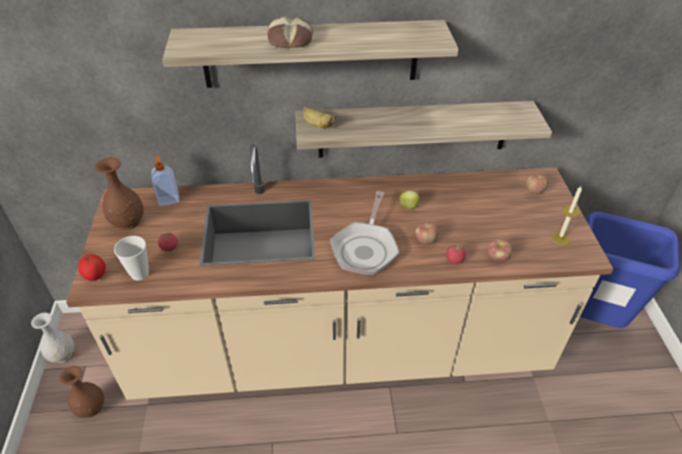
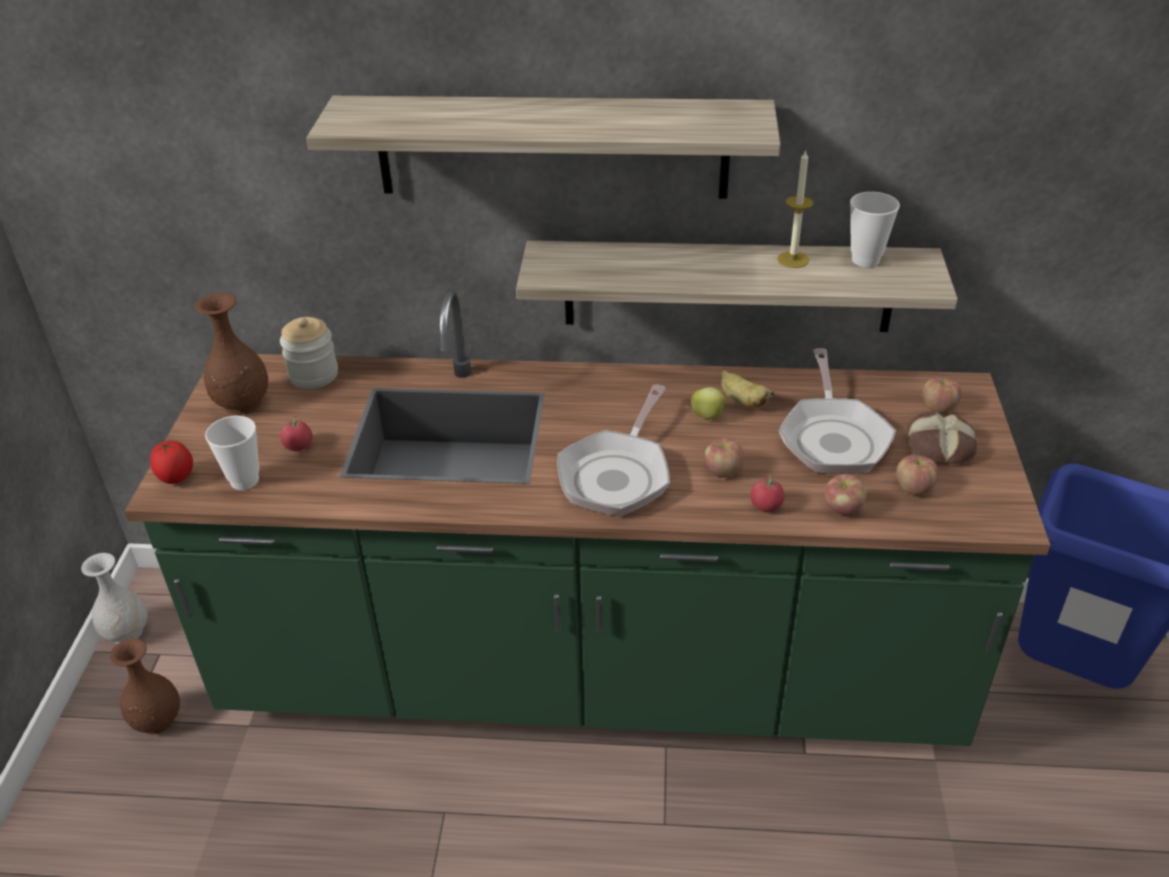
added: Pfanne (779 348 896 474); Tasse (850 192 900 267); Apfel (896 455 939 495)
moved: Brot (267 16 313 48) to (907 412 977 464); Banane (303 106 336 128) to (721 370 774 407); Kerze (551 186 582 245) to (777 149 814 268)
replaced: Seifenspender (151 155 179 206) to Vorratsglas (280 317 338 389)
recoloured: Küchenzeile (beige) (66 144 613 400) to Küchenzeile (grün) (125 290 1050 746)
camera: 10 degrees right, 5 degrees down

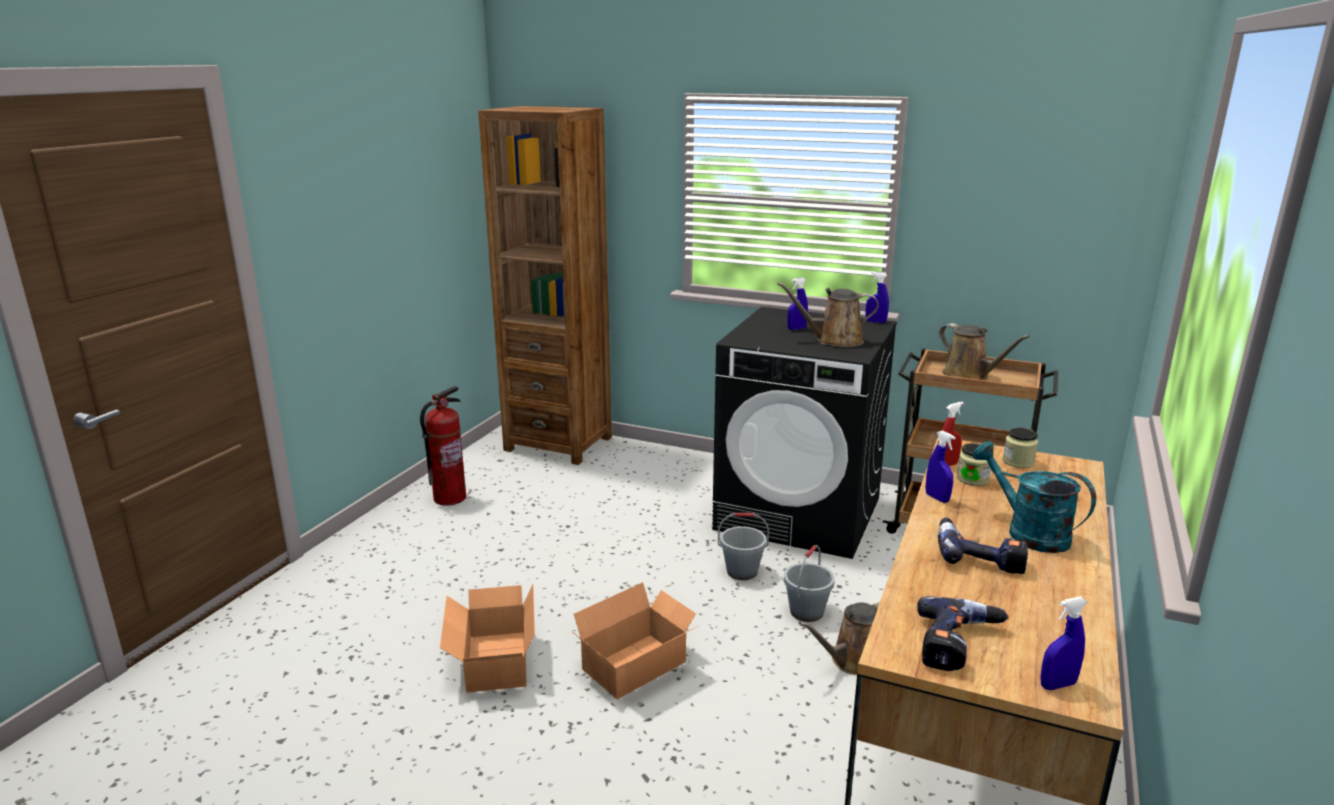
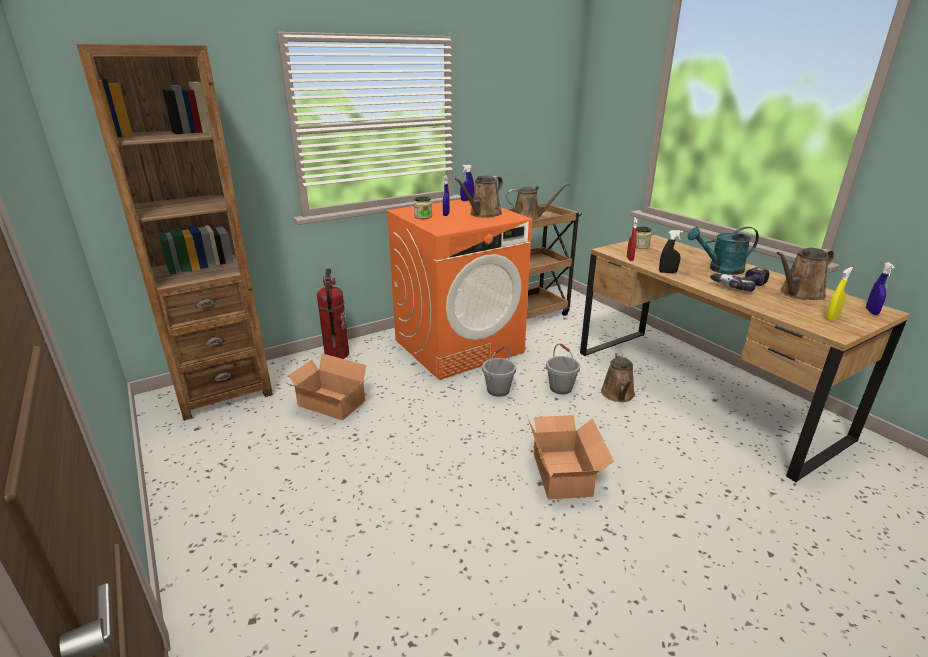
added: Gießkanne (braun) (777 248 834 300)
moved: Feuerlöscher (420 386 466 506) to (317 269 349 359); Karton (440 585 535 693) to (284 353 370 421); Vorratsglas (957 443 991 486) to (414 196 432 219)
replaced: Bohrmaschine (917 596 1009 671) to Sprühflasche (gelb) (825 267 853 321)
recoloured: Waschmaschine (schwarz) (712 307 897 559) to Waschmaschine (orange) (386 199 532 380); Sprühflasche (blau) (926 430 956 503) to Sprühflasche (schwarz) (659 230 683 273)
camera: 55 degrees left, 5 degrees up

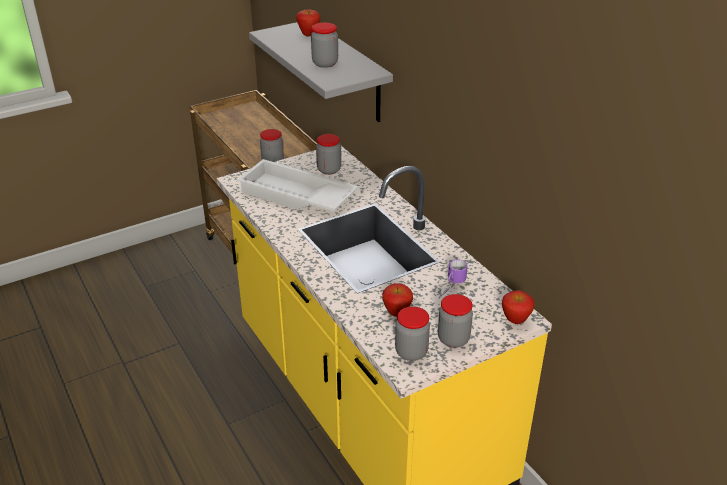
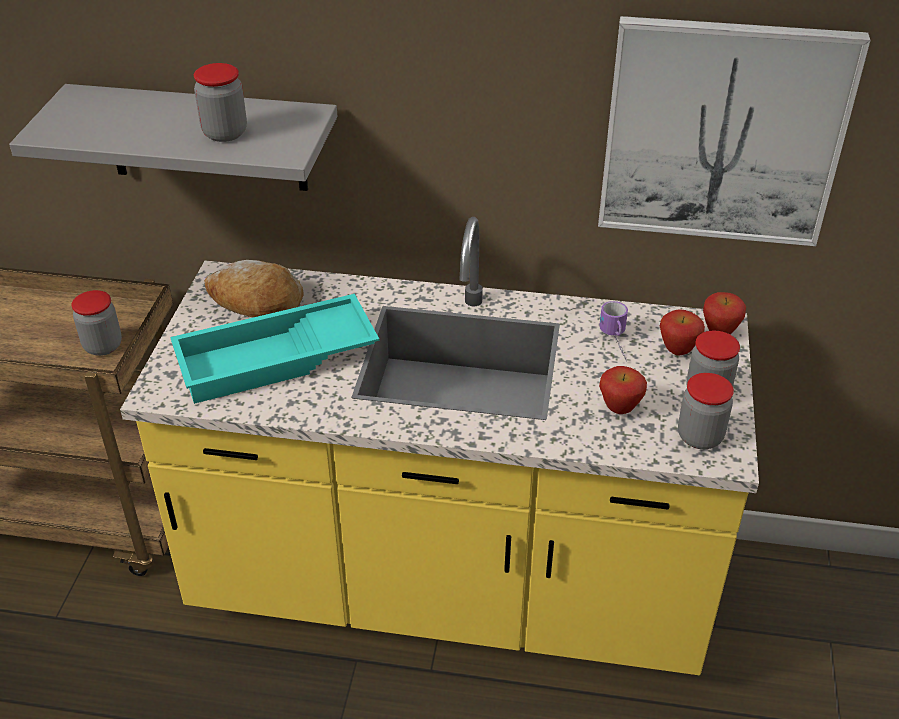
added: Bild (598 16 871 246)
moved: Apfel (296 9 320 37) to (660 309 705 356)
replaced: Vorratsglas (316 134 341 175) to Brot (204 260 304 317)
recoloured: Tablett (weiß) (237 159 359 211) to Tablett (türkis) (170 294 379 404)
camera: 50 degrees left, 5 degrees up

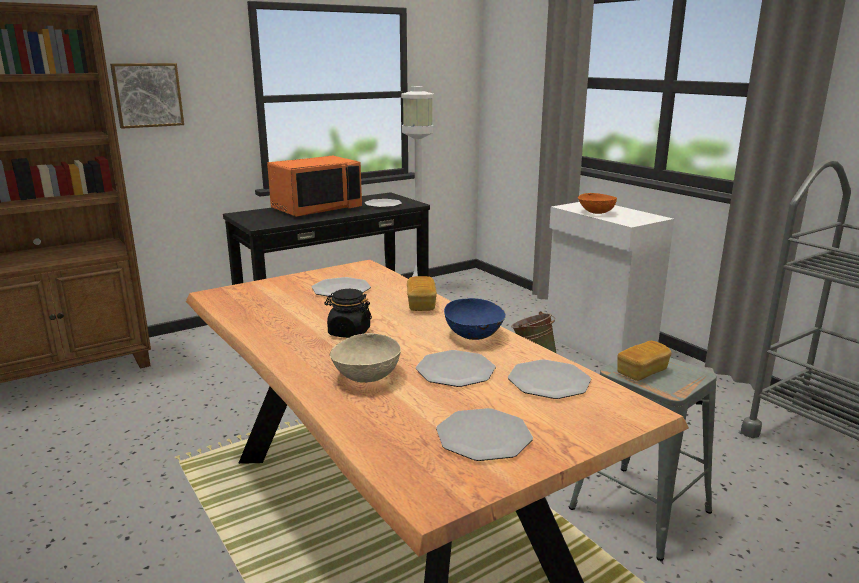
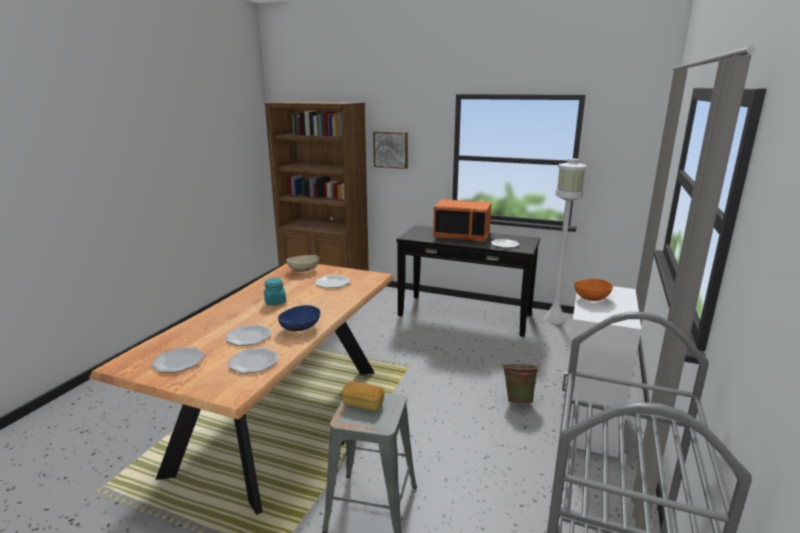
removed: Brot (407 276 437 311)
moved: Schüssel (beige) (330 333 401 383) to (286 255 319 272)
recoloured: Vorratsglas (schwarz) (324 289 372 338) to Vorratsglas (türkis) (264 278 286 305)
camera: 55 degrees right, 0 degrees up

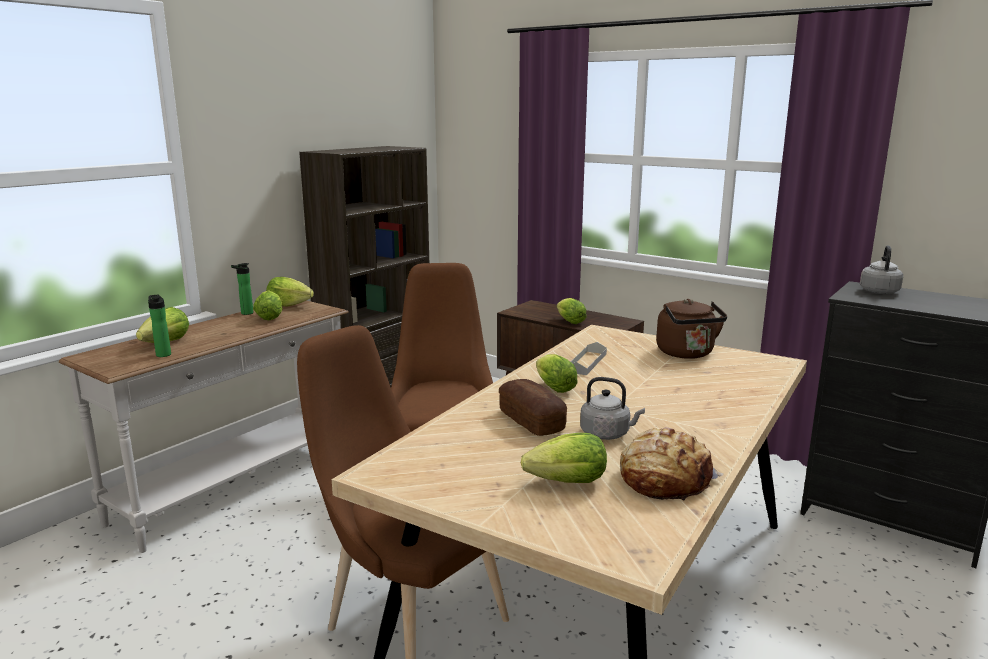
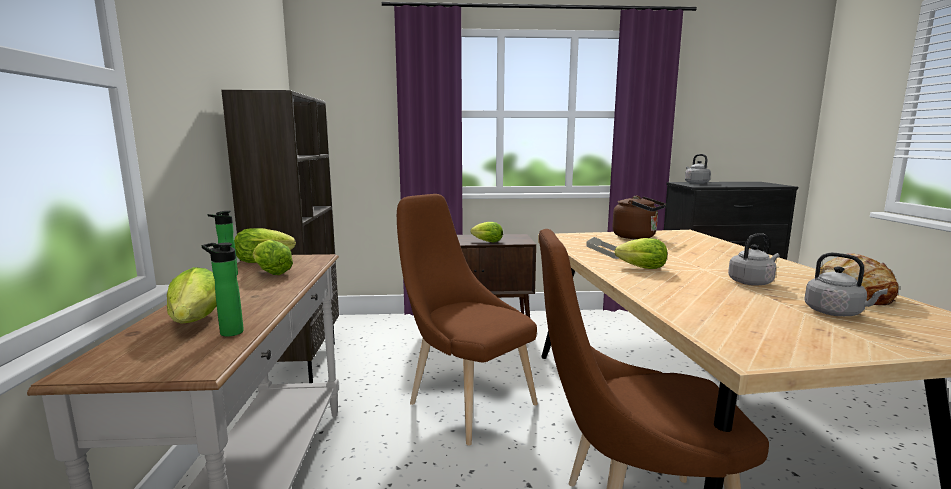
removed: Brot (499 379 567 436)
replaced: Salatkopf (521 433 607 483) to Wasserkessel (grau) (805 253 888 316)
camera: 40 degrees left, 5 degrees down

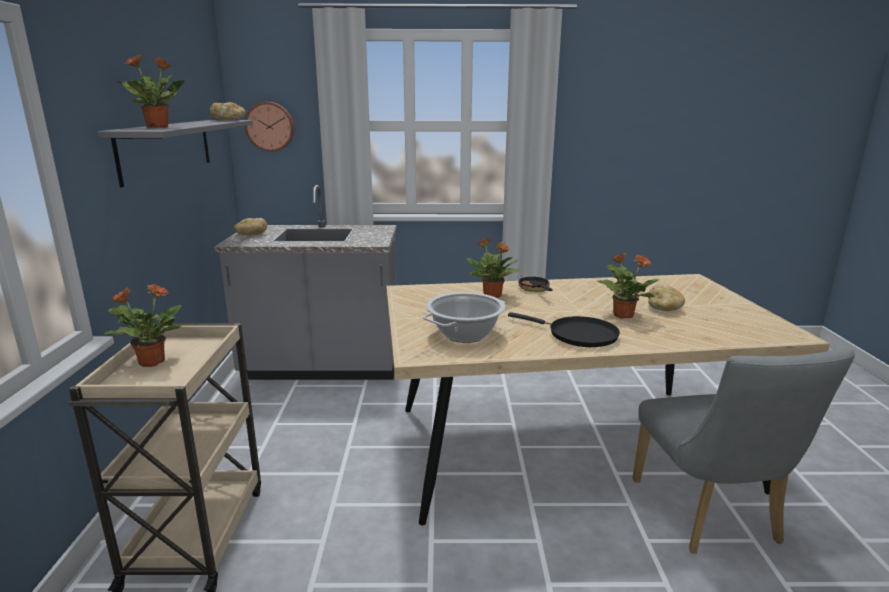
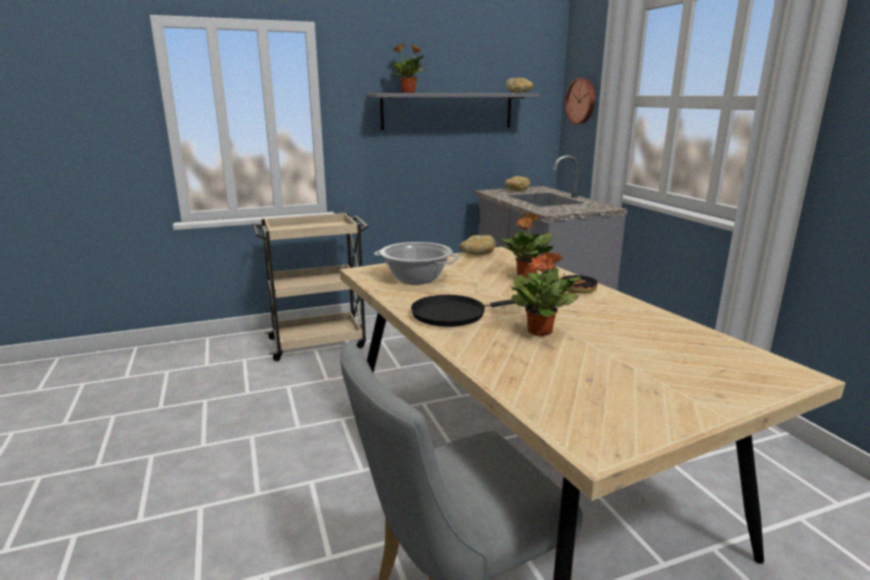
removed: Topfpflanze (104 283 183 367)
moved: Brot (648 285 685 311) to (460 235 496 255)
turned: Pfanne (schwarz) (508 312 620 347) = (411 295 516 327) 60 degrees clockwise
camera: 70 degrees right, 0 degrees up

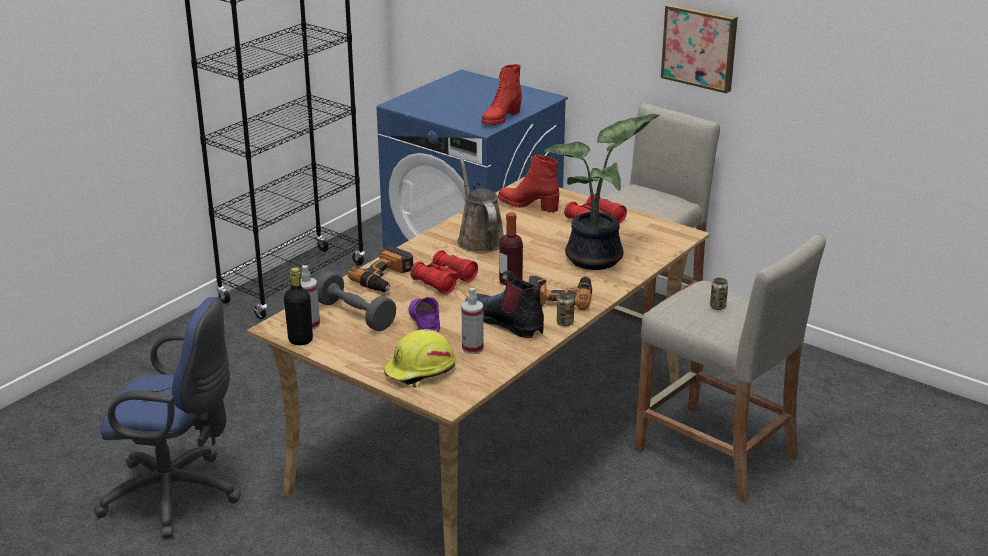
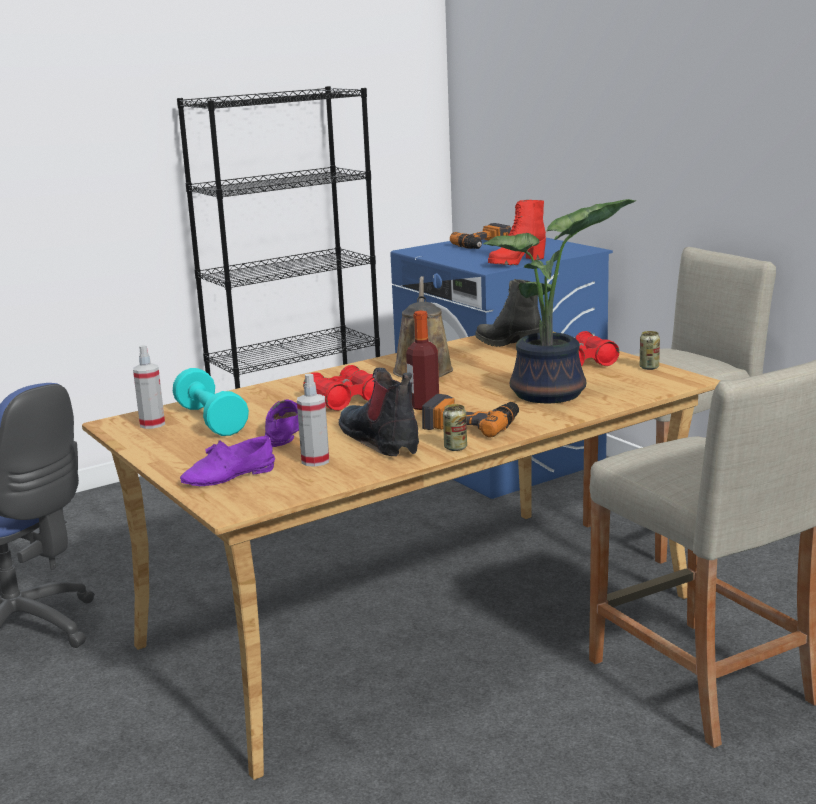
removed: Flasche (schwarz) (284 267 313 345); Bild (661 3 738 93)
moved: Bohrmaschine (348 246 413 292) to (450 223 511 249); Dose (710 278 728 310) to (640 331 660 370)
replaced: Schutzhelm (gelb) (384 329 455 388) to Schuh (lila) (180 436 275 486)
recoloured: Hantel (grau) (317 271 396 331) to Hantel (türkis) (173 368 249 436); Stiefel (rot) (498 155 559 213) to Stiefel (schwarz) (475 279 541 347)
camera: 20 degrees right, 10 degrees down

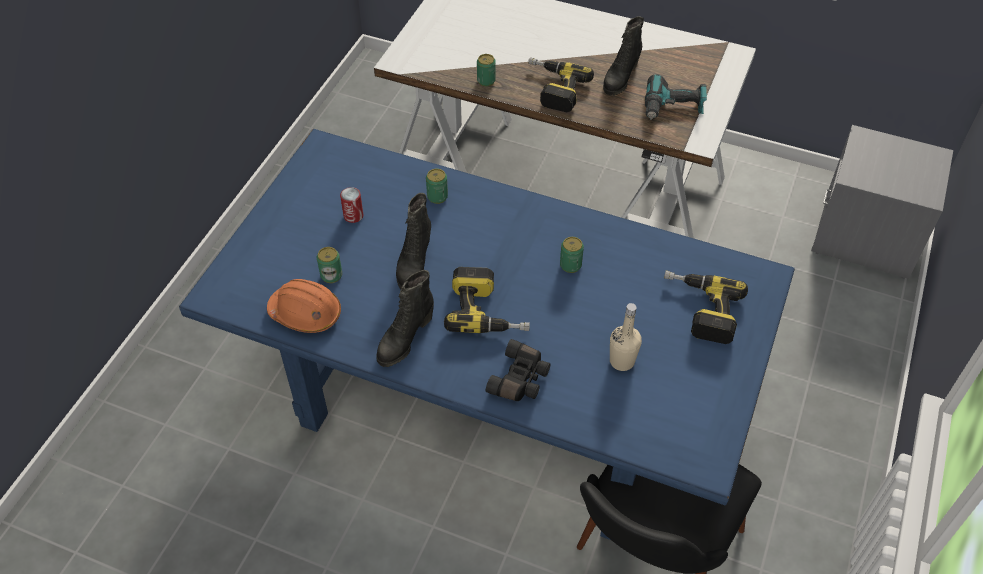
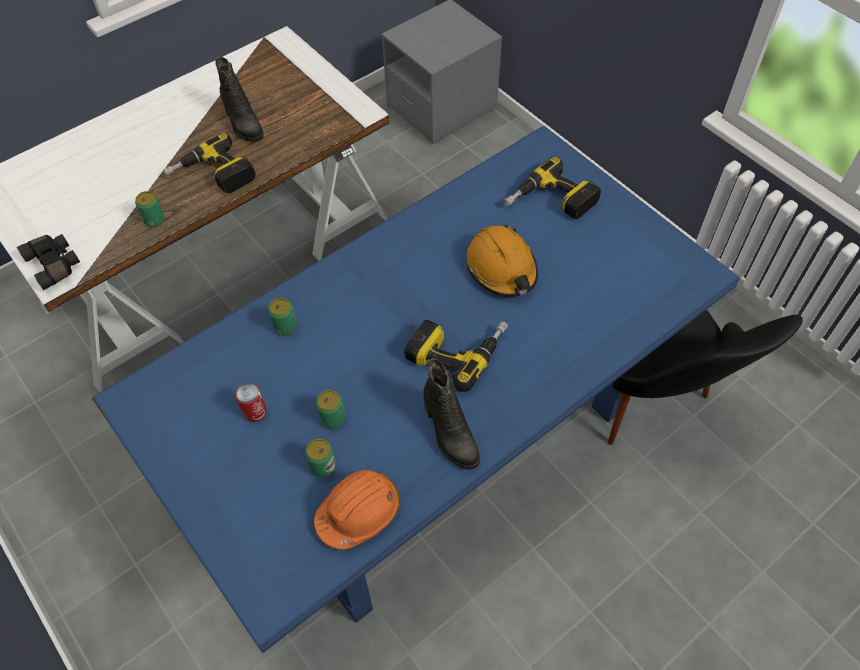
removed: Stiefel (schwarz) (396 193 431 290); Flasche (beige) (610 303 642 371); Bohrmaschine (645 74 707 120)
added: Schutzhelm (orange) (467 225 538 297)
moved: Fernglas (schwarz) (486 339 551 401) to (17 234 80 290); Dose (560 237 584 273) to (316 390 345 429)
camera: 60 degrees left, 5 degrees up

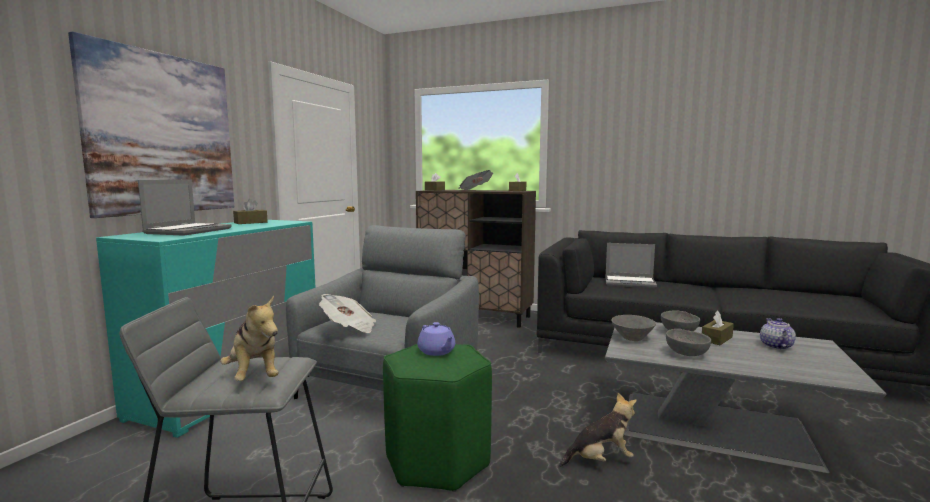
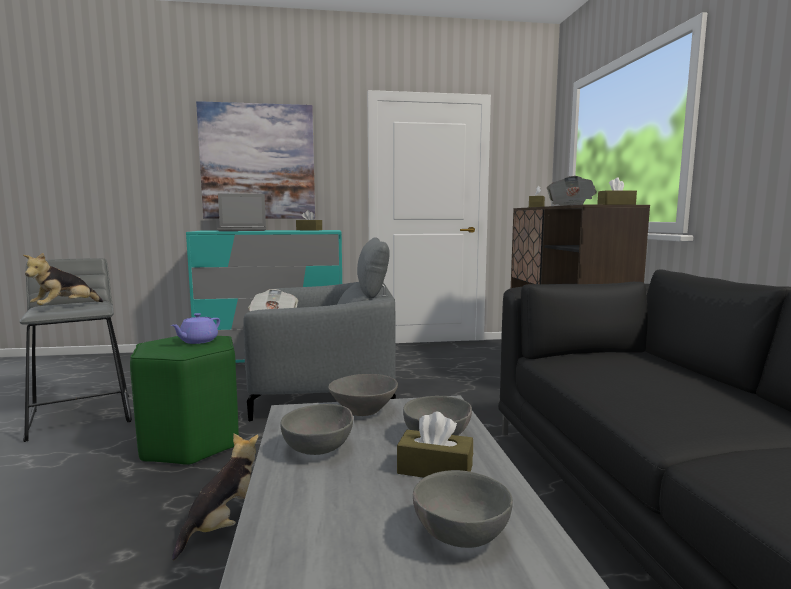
removed: Laptop (606 243 657 288)
replaced: Teekanne (760 318 796 350) to Schüssel (grau) (413 470 513 548)
turned: Plüschtier (559 393 637 467) = (172 433 259 560) 105 degrees counterclockwise
camera: 60 degrees right, 0 degrees up

